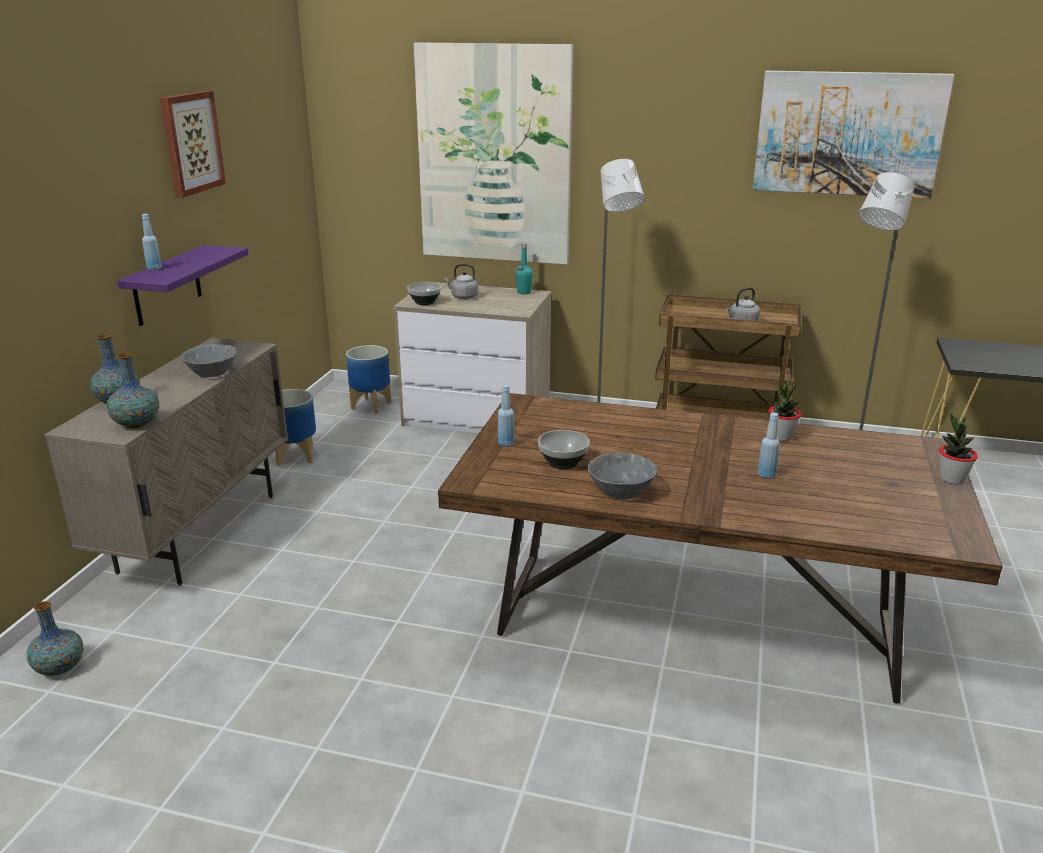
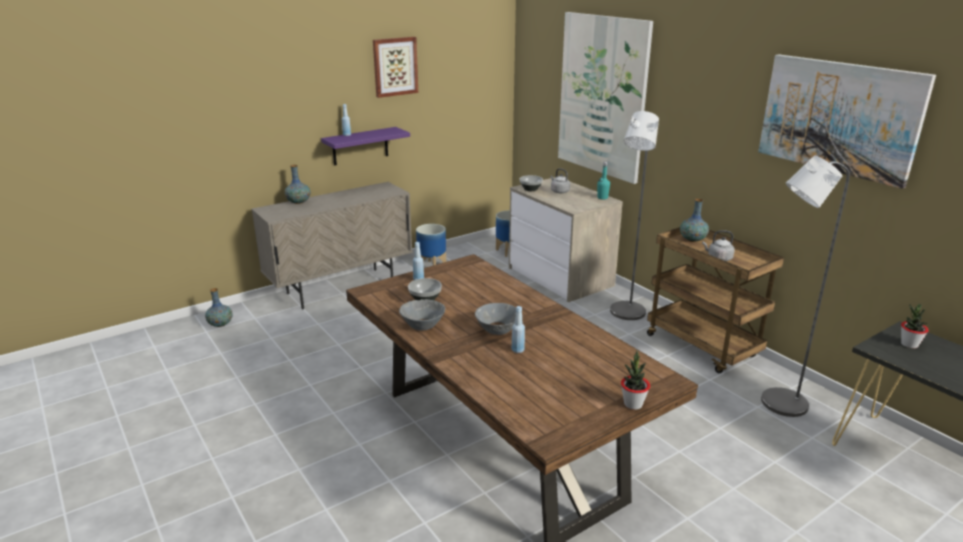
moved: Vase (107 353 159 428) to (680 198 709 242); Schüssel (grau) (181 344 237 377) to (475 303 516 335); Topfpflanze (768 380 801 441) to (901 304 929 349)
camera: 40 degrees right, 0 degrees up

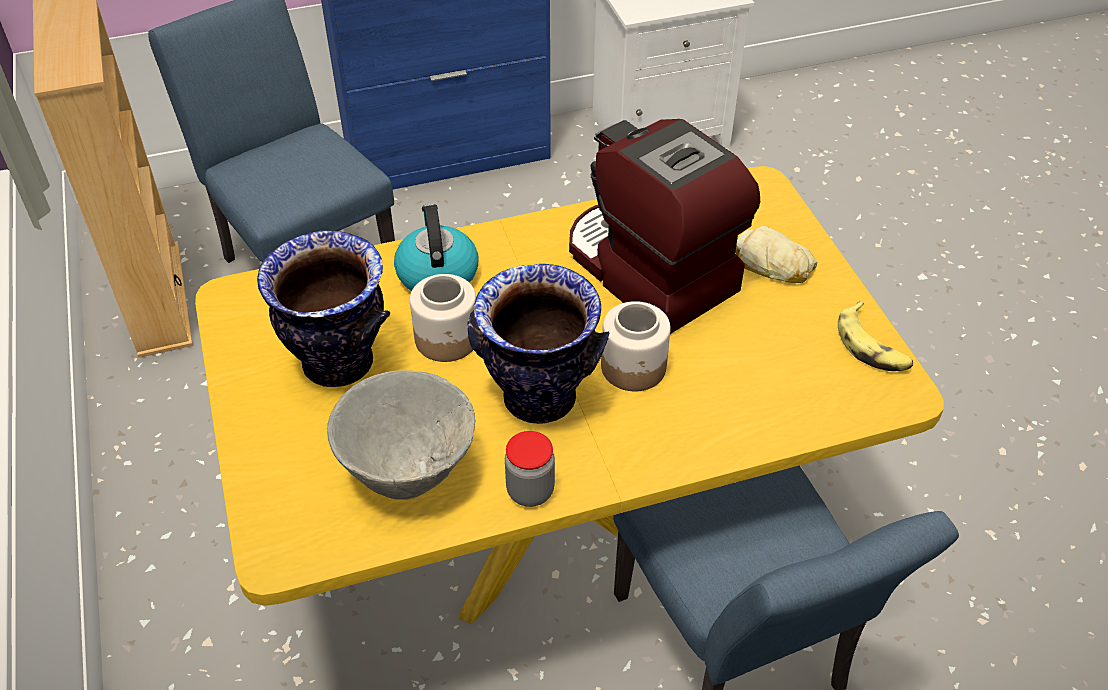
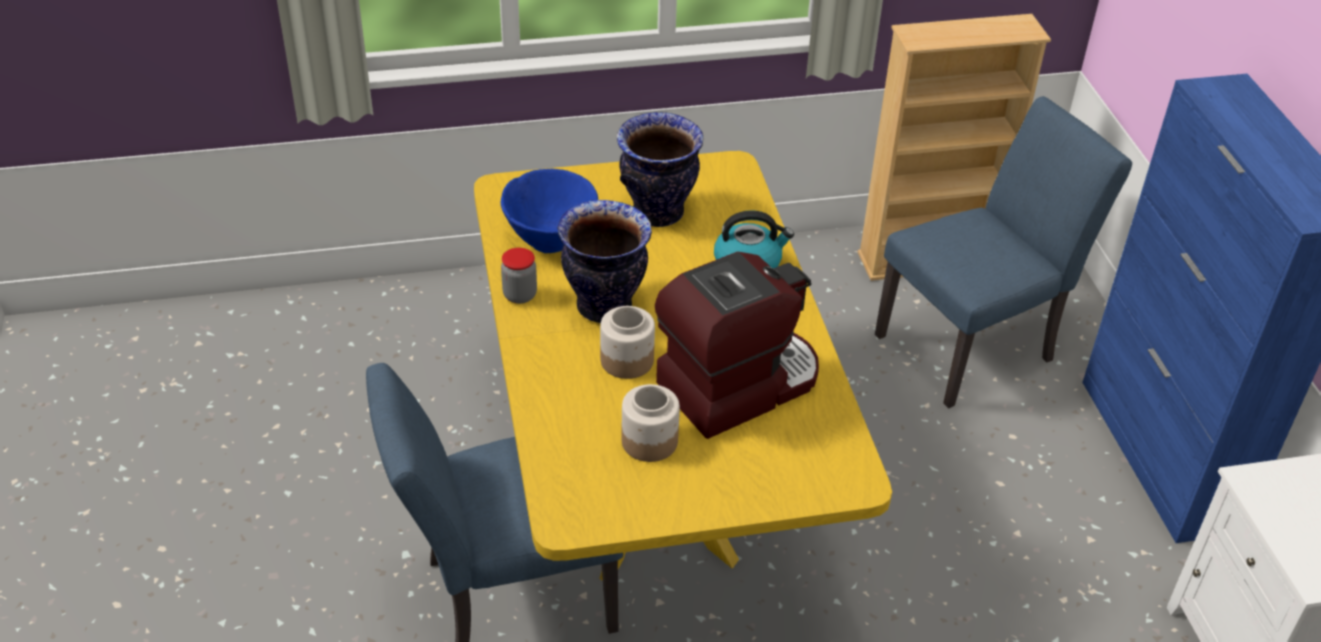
removed: Brot (735 226 817 283); Banane (838 301 913 371)
moved: Vorratsglas (410 274 476 362) to (621 384 680 462)
recoloured: Schüssel (grau) (327 370 476 500) to Schüssel (blau) (501 169 598 253)
camera: 95 degrees right, 5 degrees down

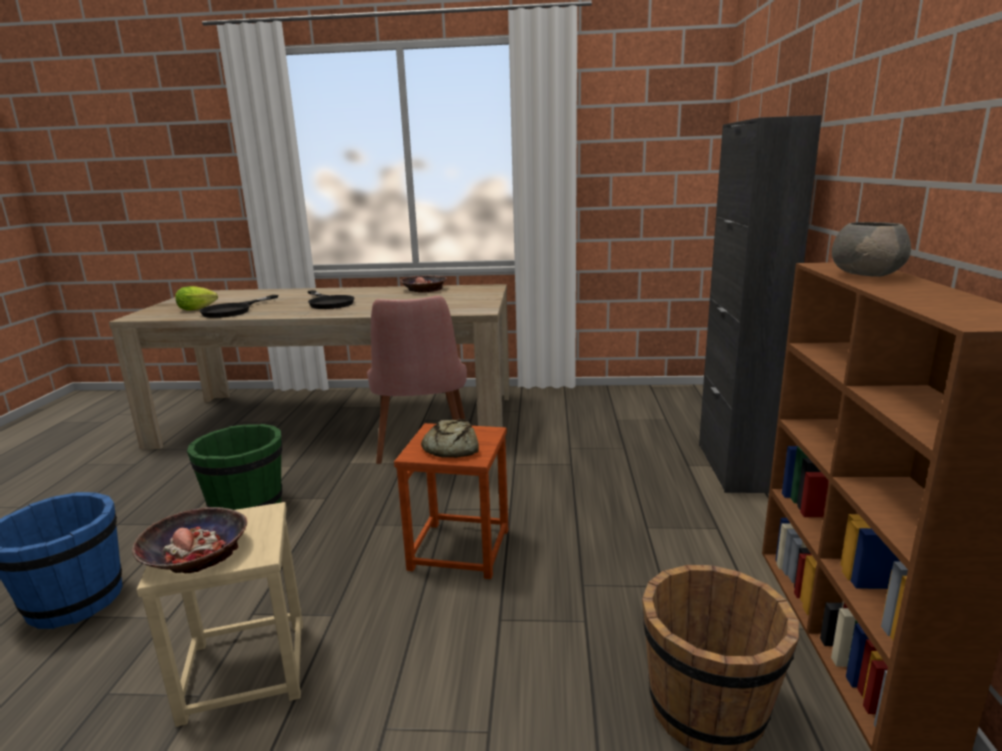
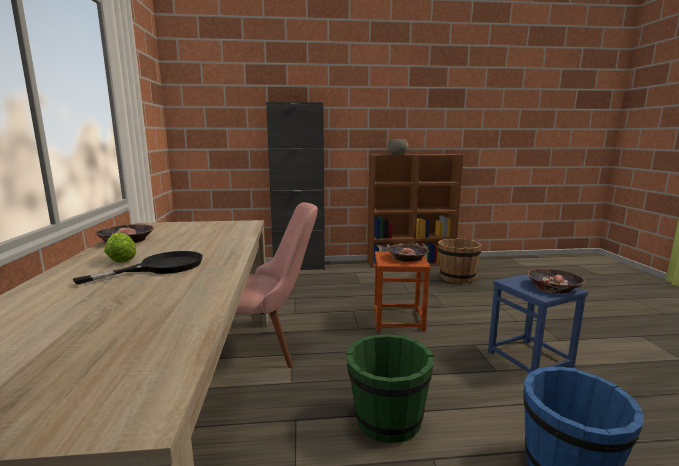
removed: Pfanne (schwarz) (200 295 278 318)
moved: Salatkopf (175 286 218 310) to (104 232 137 263)
replaced: Brot (421 419 479 458) to Schüssel (387 244 429 262)
recoloured: Hocker (beige) (136 502 303 727) to Hocker (blau) (488 274 588 373)
camera: 100 degrees left, 5 degrees down

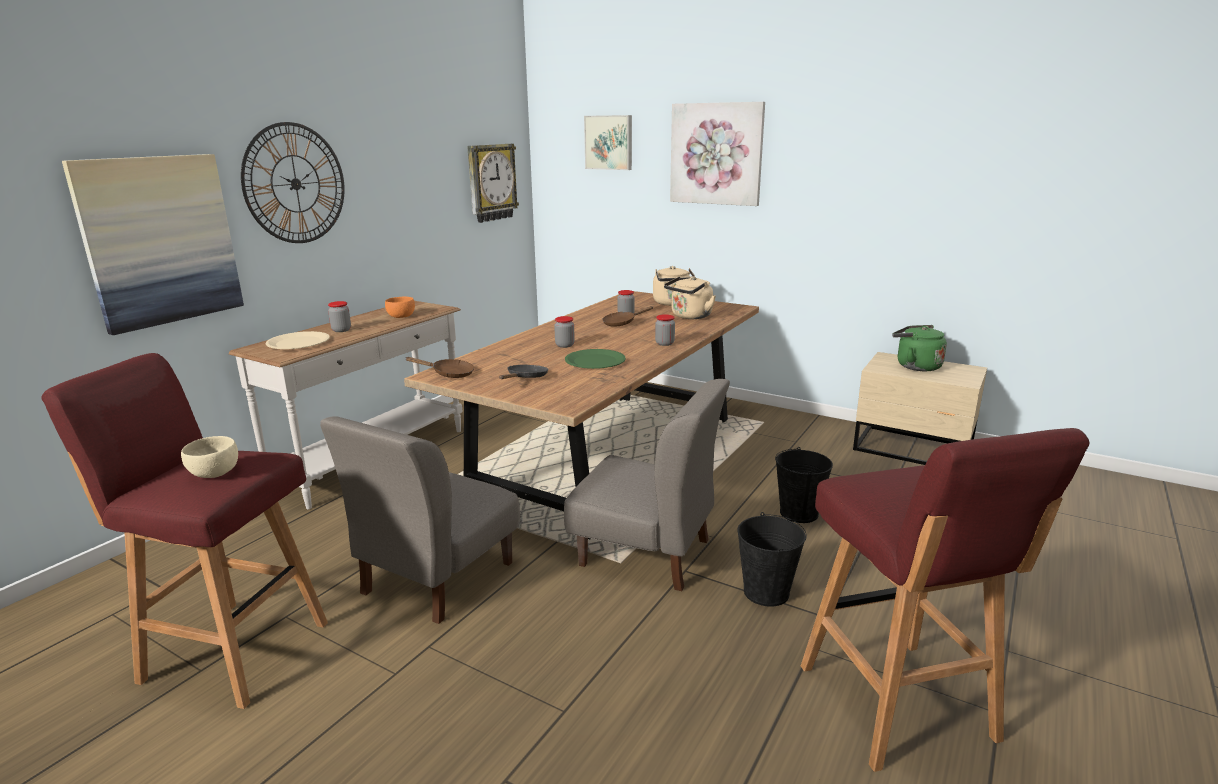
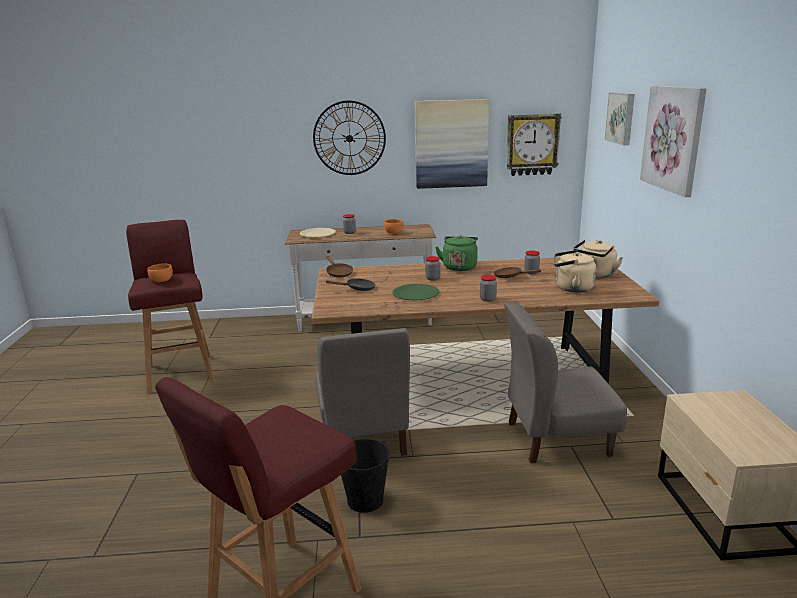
removed: Eimer (schwarz) (775 447 833 523)
moved: Bild (62 154 244 335) to (415 99 489 189); Stuhl (grau) (320 416 520 624) to (504 302 627 463); Wasserkessel (grün) (892 325 947 371) to (435 235 478 271)
recoloured: Schüssel (beige) (181 436 238 478) to Schüssel (orange) (147 264 173 282)
camera: 55 degrees right, 0 degrees up

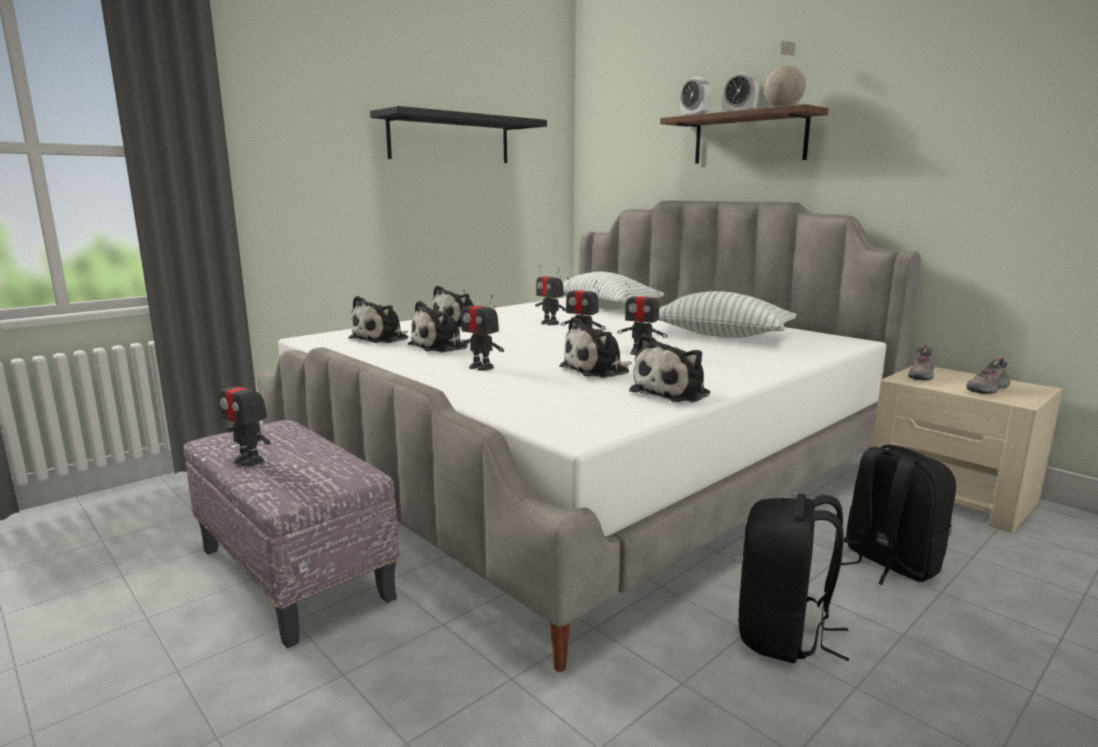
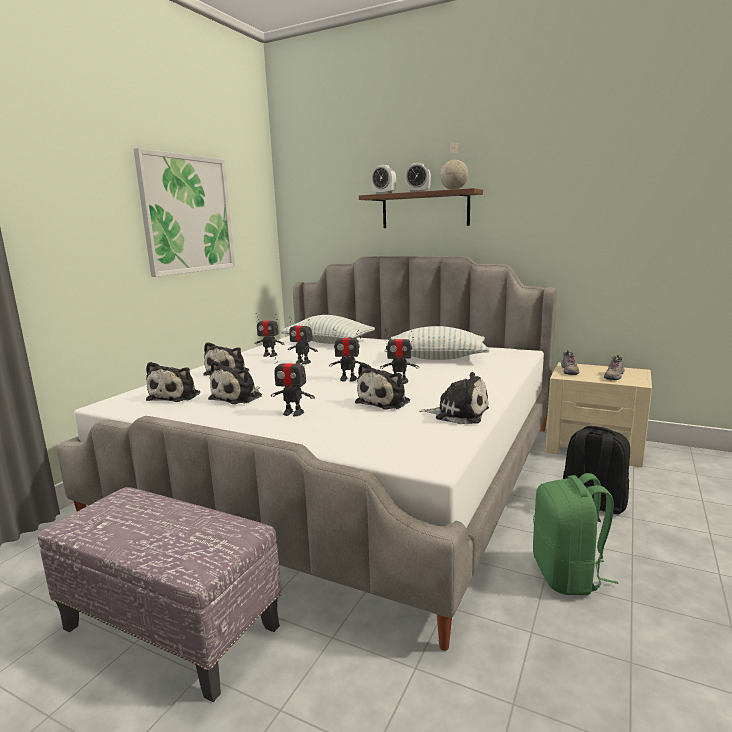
moved: Spielzeugroboter (219 368 270 467) to (254 313 284 357)
replaced: Wandregal (schwarz) (370 106 547 163) to Bild (134 148 235 277)
recoloured: Rucksack (schwarz) (738 494 850 663) to Rucksack (grün) (533 473 618 595)
turned: Plüschtier (629 334 710 402) = (419 372 489 424) 90 degrees counterclockwise
camera: 20 degrees left, 0 degrees up

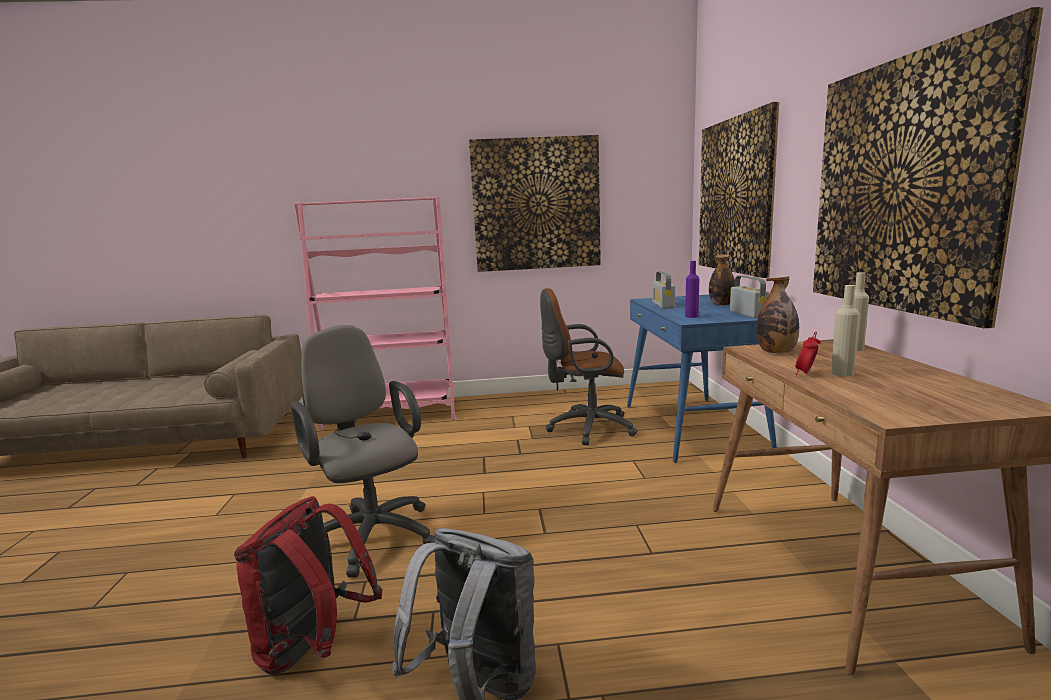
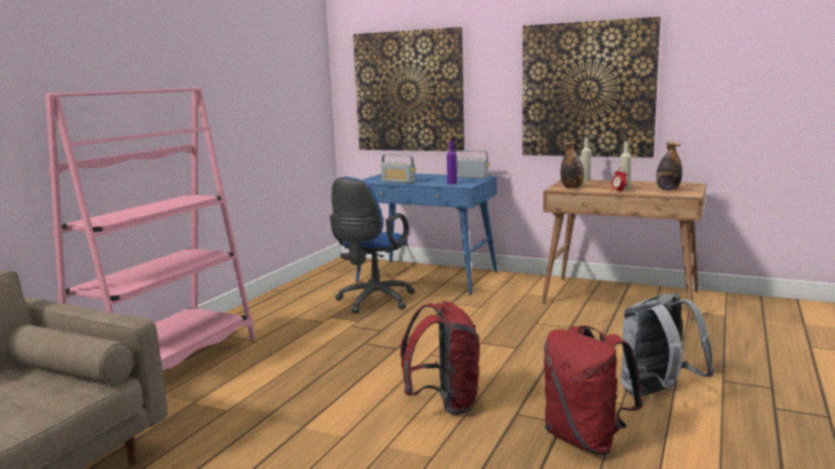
removed: Bild (469 135 601 272)
moved: Flasche (709 254 735 306) to (656 142 682 190)
replaced: Bürostuhl (grau) (291 325 435 578) to Rucksack (rot) (400 301 480 415)
recoloured: Bürostuhl (braun) (540 288 637 445) to Bürostuhl (blau) (330 177 415 314)
camera: 60 degrees left, 0 degrees up

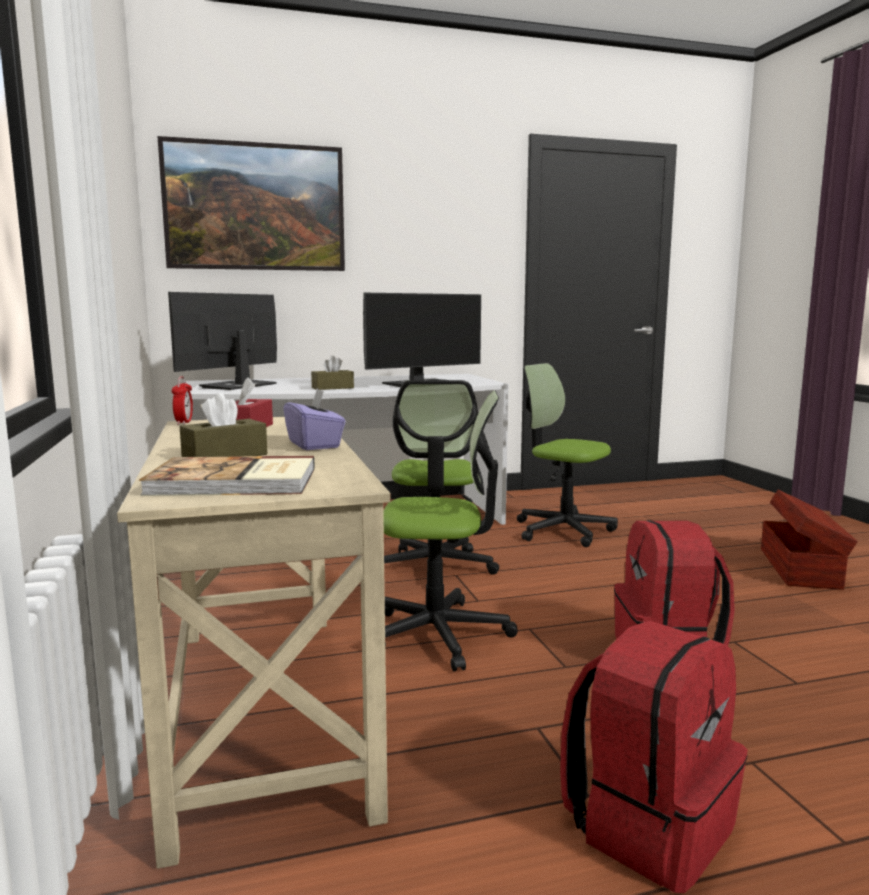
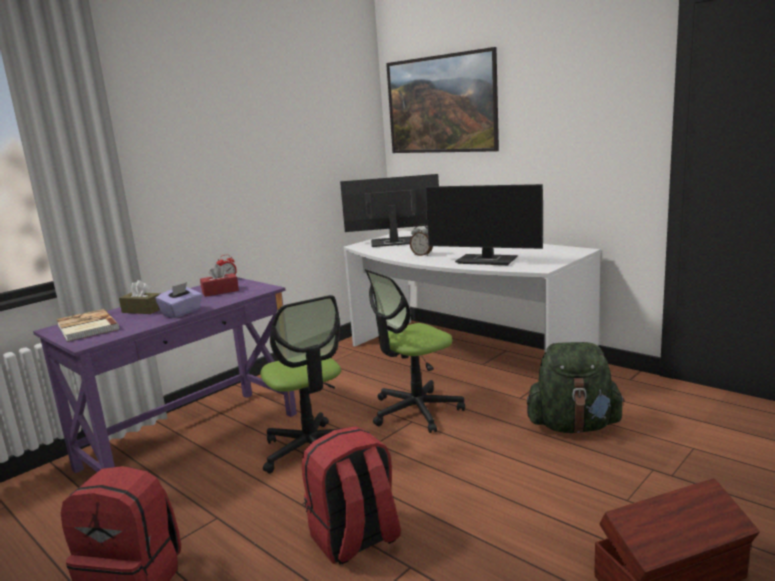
replaced: Taschentuchbox (braun) (311 355 354 390) to Wecker (410 224 433 256); Bürostuhl (517 363 618 547) to Rucksack (grün) (526 342 625 433)
recoloured: Schreibtisch (beige) (117 417 391 869) to Schreibtisch (lila) (33 277 297 473)
camera: 60 degrees right, 5 degrees up

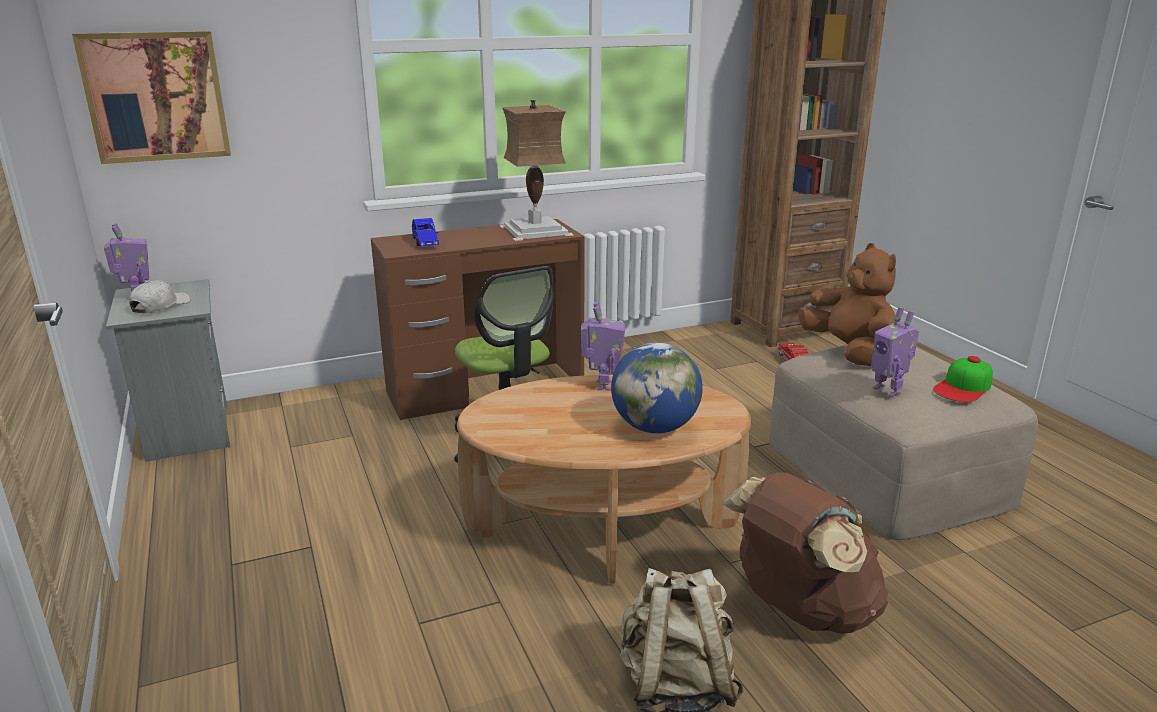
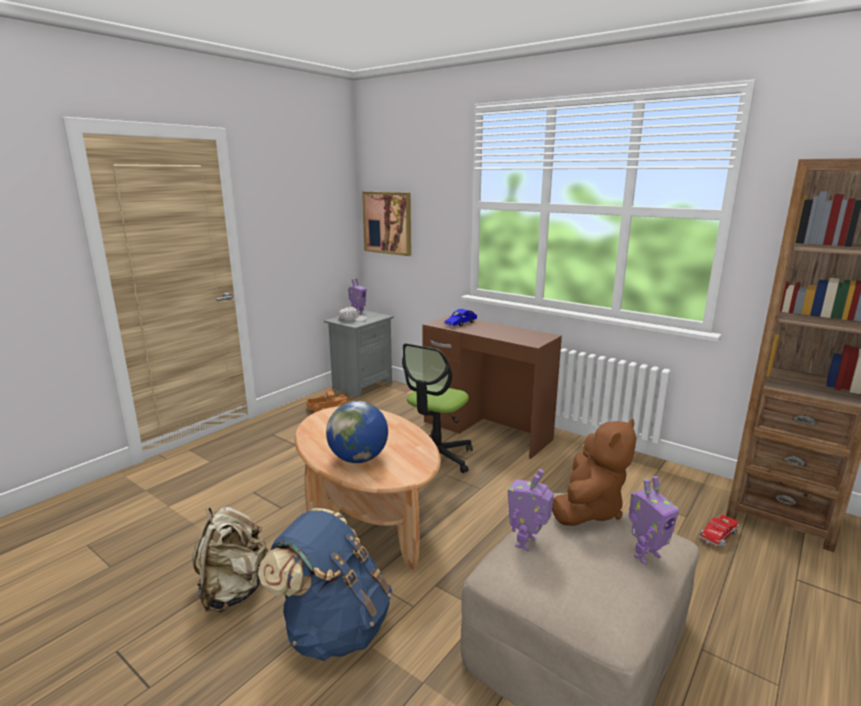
removed: Tischlampe (499 100 574 241); Kappe (933 356 993 402)
added: Spielzeuglaster (307 391 350 412)
moved: Spielzeugroboter (581 302 625 391) to (629 476 679 565)
recoloured: Rucksack (braun) (723 473 888 634) to Rucksack (blau) (258 508 392 661)
camera: 60 degrees right, 5 degrees down

